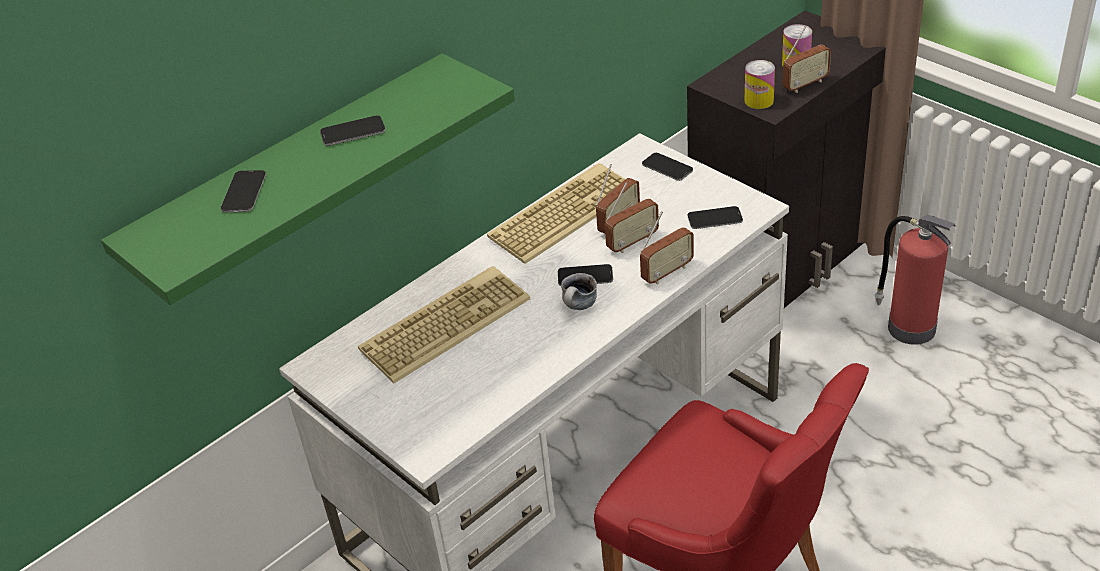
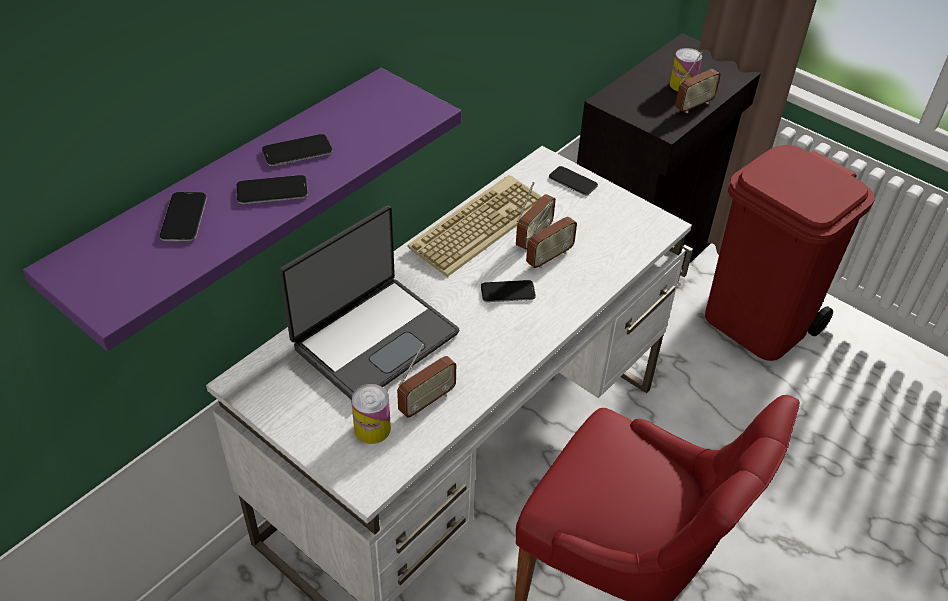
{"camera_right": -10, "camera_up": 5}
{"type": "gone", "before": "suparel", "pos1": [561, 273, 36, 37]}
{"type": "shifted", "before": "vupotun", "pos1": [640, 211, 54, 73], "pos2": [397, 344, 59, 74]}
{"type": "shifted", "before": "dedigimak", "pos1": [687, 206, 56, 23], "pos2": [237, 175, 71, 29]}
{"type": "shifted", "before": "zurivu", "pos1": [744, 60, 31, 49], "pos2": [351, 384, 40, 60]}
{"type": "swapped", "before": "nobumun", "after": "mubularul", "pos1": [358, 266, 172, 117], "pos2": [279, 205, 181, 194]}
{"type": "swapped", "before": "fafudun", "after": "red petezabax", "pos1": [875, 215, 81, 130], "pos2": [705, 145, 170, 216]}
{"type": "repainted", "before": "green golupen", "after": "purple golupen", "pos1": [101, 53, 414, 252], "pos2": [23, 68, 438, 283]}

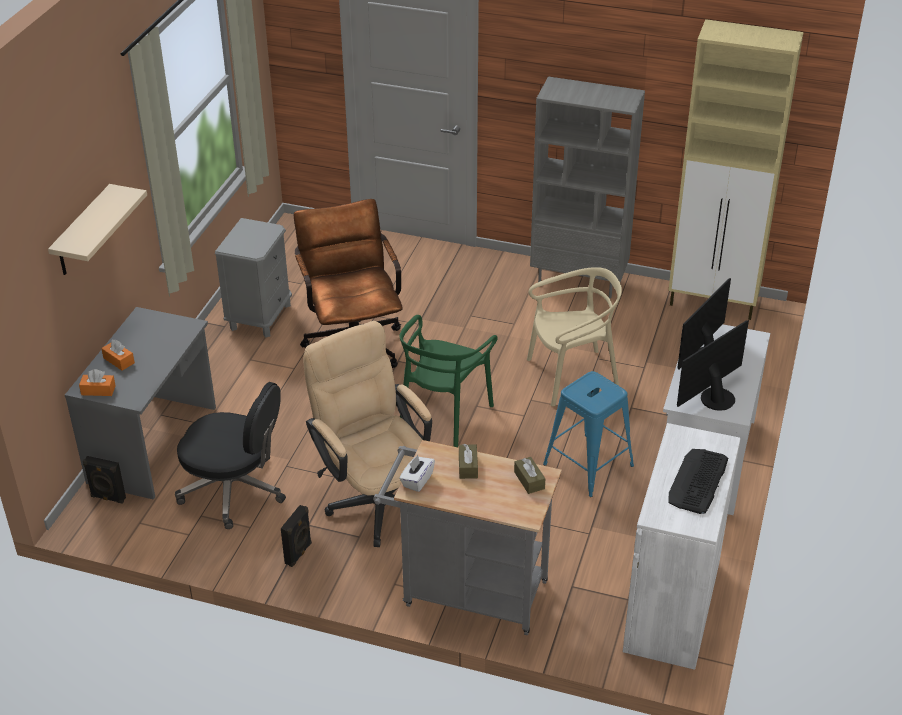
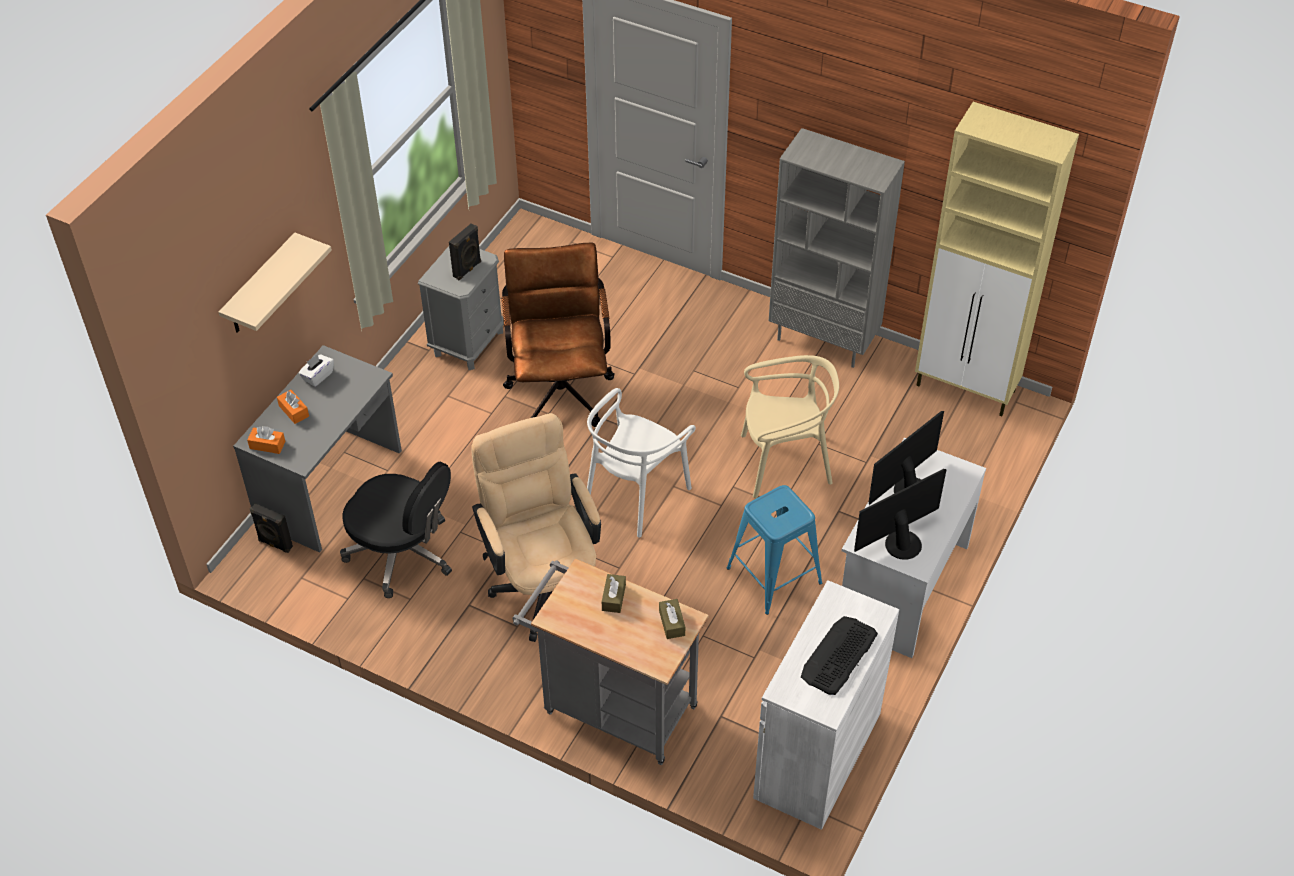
{"camera_right": 10, "camera_up": 10}
{"type": "shifted", "before": "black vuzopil", "pos1": [281, 505, 31, 62], "pos2": [449, 224, 32, 56]}
{"type": "shifted", "before": "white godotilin", "pos1": [399, 455, 36, 37], "pos2": [298, 354, 36, 33]}
{"type": "repainted", "before": "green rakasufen", "after": "white rakasufen", "pos1": [399, 315, 99, 132], "pos2": [587, 388, 109, 150]}

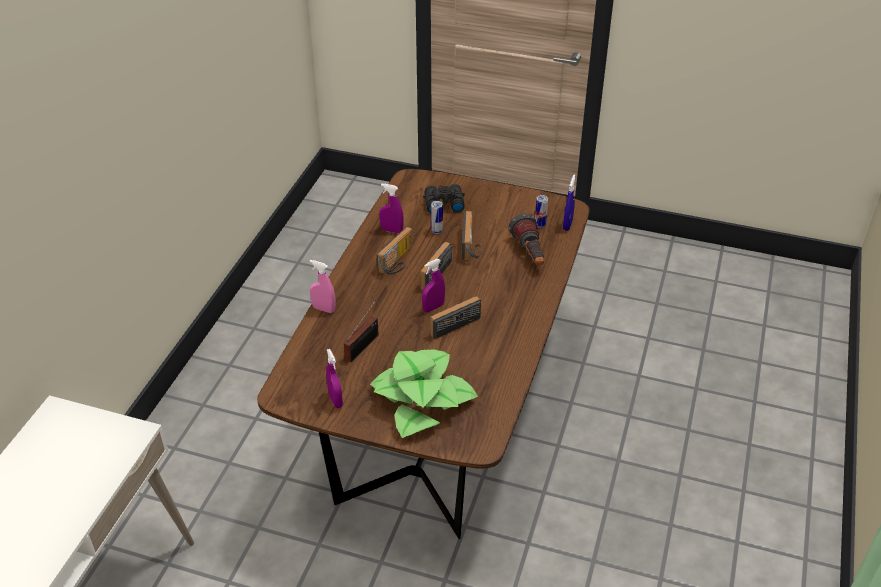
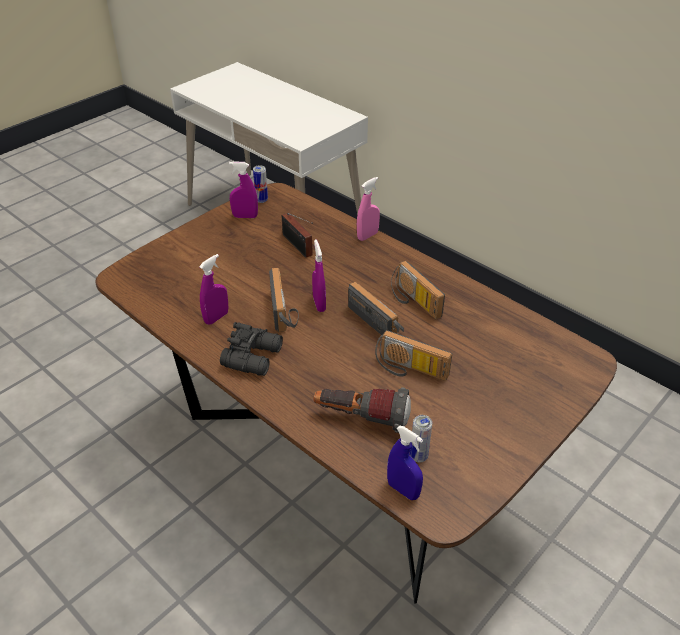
{"camera_right": 115, "camera_up": 0}
{"type": "gone", "before": "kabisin", "pos1": [370, 350, 108, 88]}
{"type": "shifted", "before": "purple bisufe", "pos1": [379, 183, 25, 50], "pos2": [199, 254, 30, 71]}
{"type": "shifted", "before": "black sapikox", "pos1": [423, 184, 42, 29], "pos2": [220, 322, 63, 54]}
{"type": "shifted", "before": "zurivu", "pos1": [431, 201, 12, 33], "pos2": [253, 165, 15, 38]}

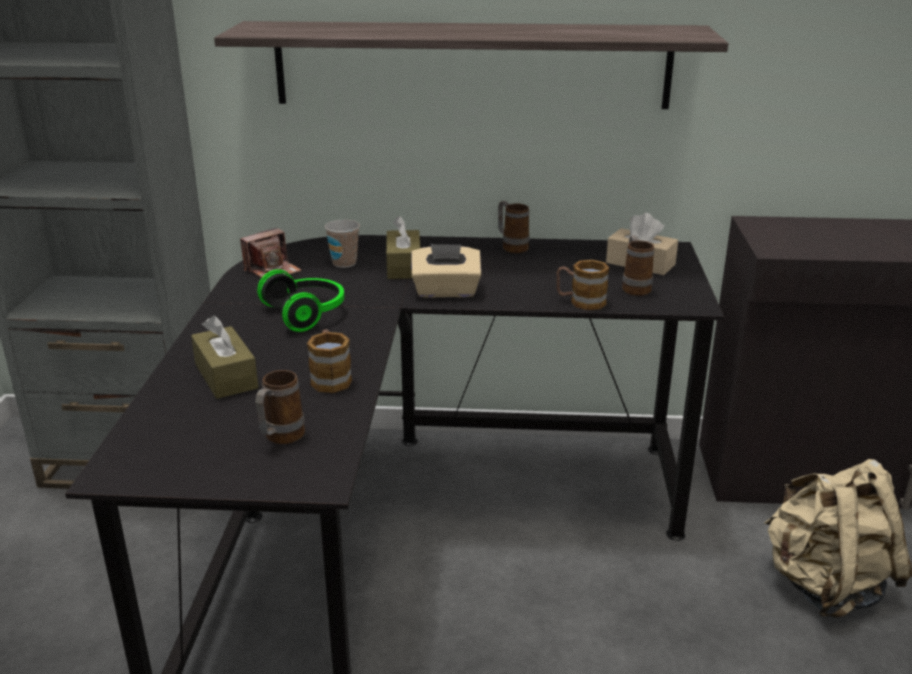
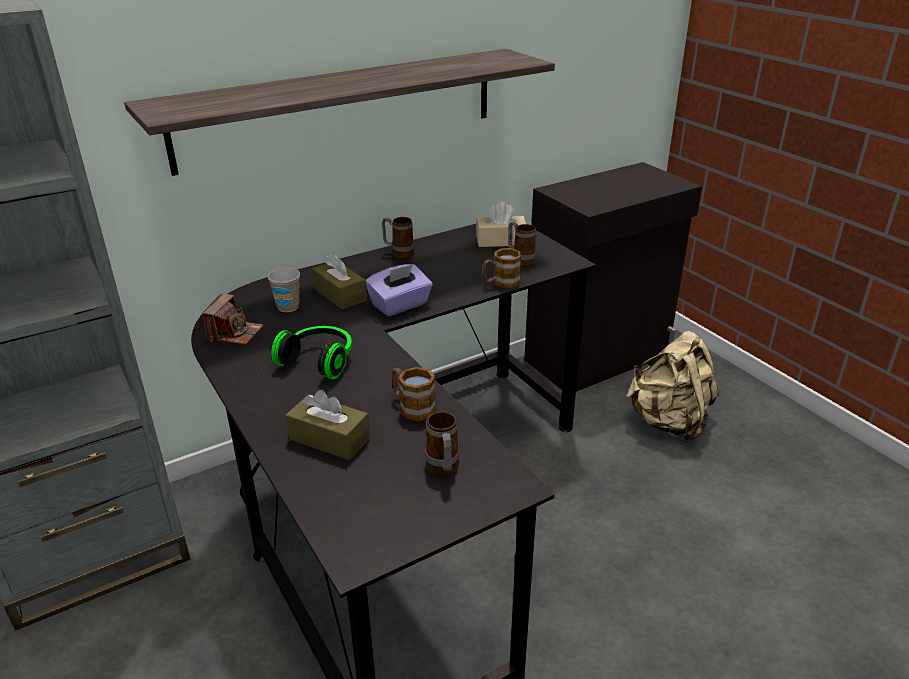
{"camera_right": -35, "camera_up": 5}
{"type": "repainted", "before": "beige godotilin", "after": "purple godotilin", "pos1": [411, 244, 70, 54], "pos2": [365, 264, 68, 52]}

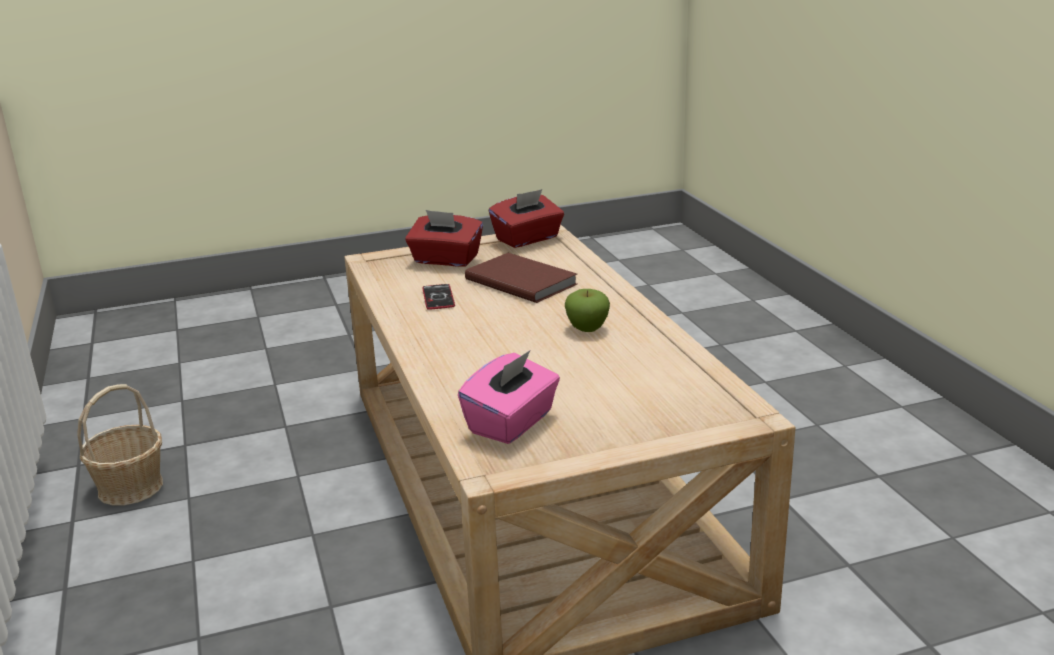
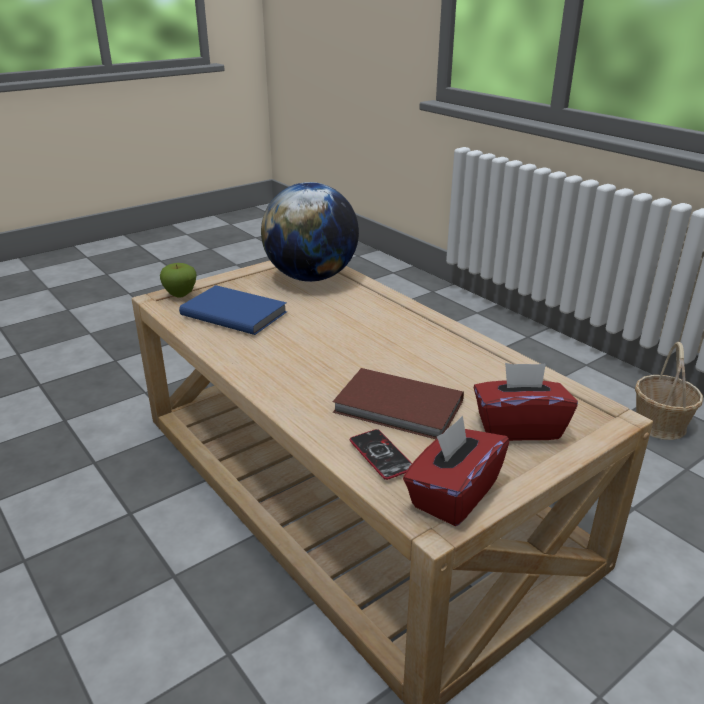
{"camera_right": 160, "camera_up": 5}
{"type": "new", "after": "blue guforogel", "pos2": [179, 285, 108, 50]}
{"type": "shifted", "before": "dedigimak", "pos1": [422, 284, 33, 26], "pos2": [350, 429, 62, 51]}
{"type": "shifted", "before": "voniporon", "pos1": [565, 289, 45, 43], "pos2": [160, 263, 37, 35]}
{"type": "swapped", "before": "pink godotilin", "after": "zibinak", "pos1": [458, 351, 102, 93], "pos2": [261, 182, 98, 100]}

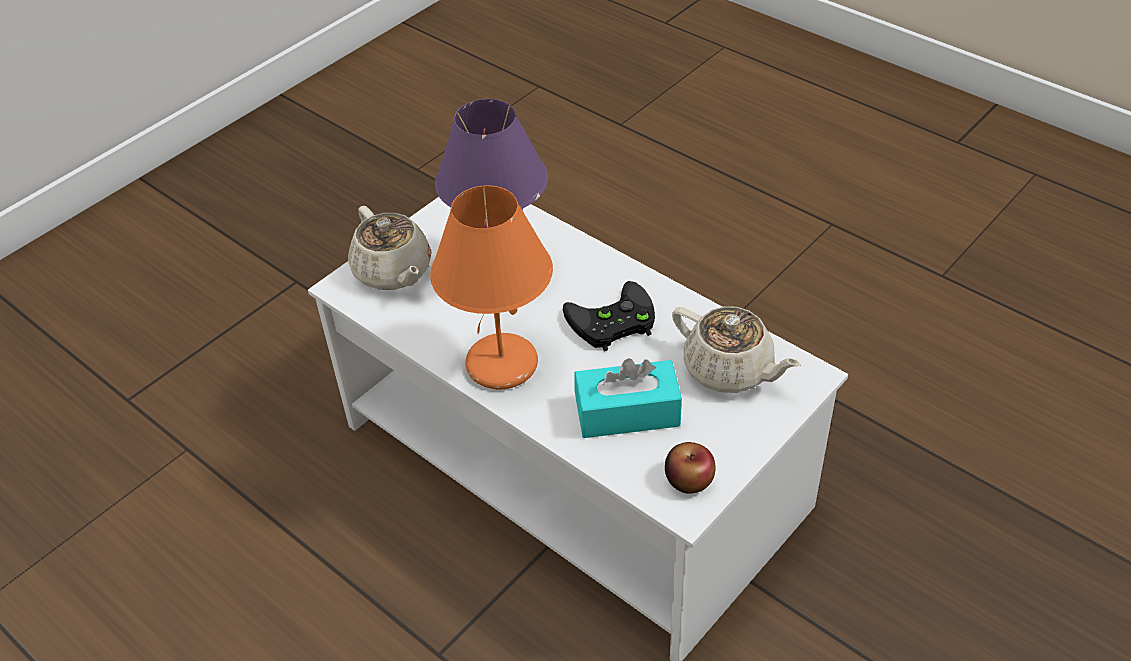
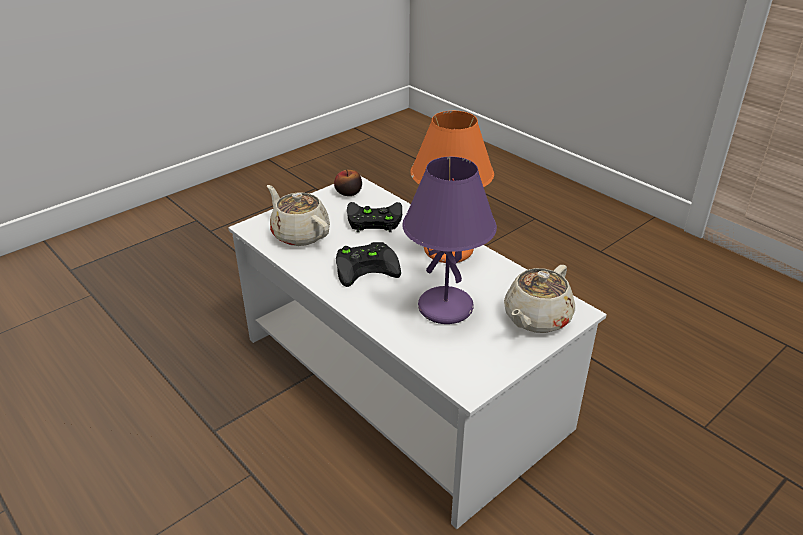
{"camera_right": -175, "camera_up": -10}
{"type": "swapped", "before": "turquoise godotilin", "after": "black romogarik", "pos1": [574, 358, 108, 80], "pos2": [347, 202, 55, 30]}
{"type": "rotated", "before": "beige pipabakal", "pos1": [348, 206, 84, 84], "pos2": [504, 265, 71, 68], "turn": -120}

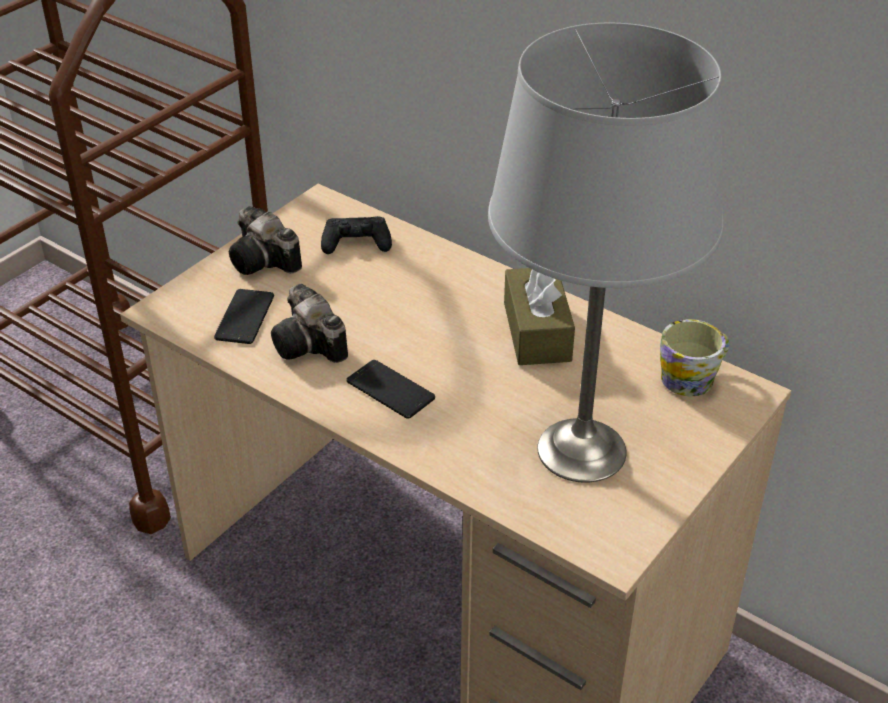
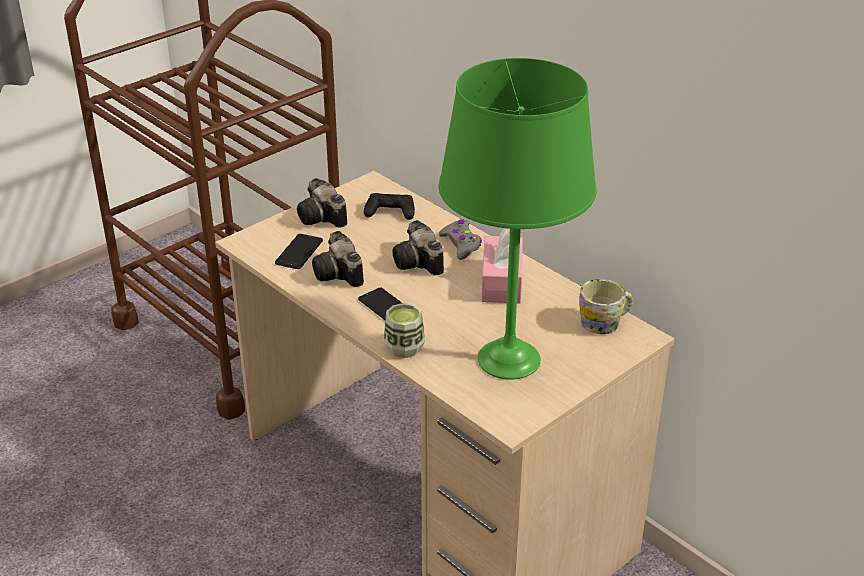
{"camera_right": 10, "camera_up": -5}
{"type": "new", "after": "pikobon", "pos2": [384, 303, 41, 55]}
{"type": "new", "after": "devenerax", "pos2": [392, 220, 52, 56]}
{"type": "new", "after": "grey romogarik", "pos2": [439, 219, 43, 41]}
{"type": "repainted", "before": "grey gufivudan", "after": "green gufivudan", "pos1": [488, 23, 235, 460], "pos2": [439, 58, 158, 322]}
{"type": "repainted", "before": "brown godotilin", "after": "pink godotilin", "pos1": [504, 268, 71, 97], "pos2": [481, 228, 42, 76]}

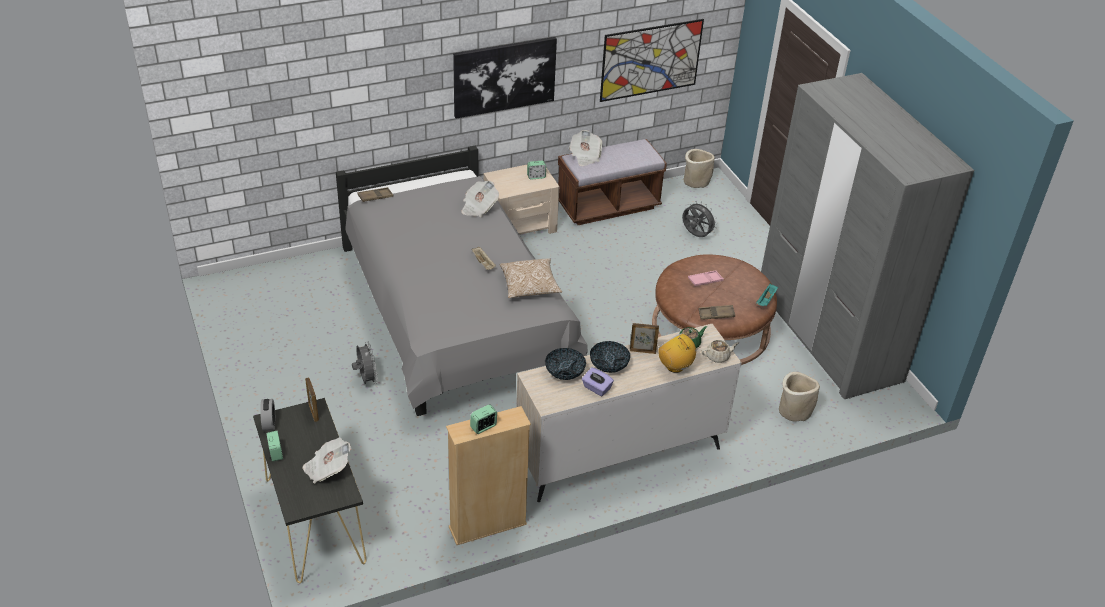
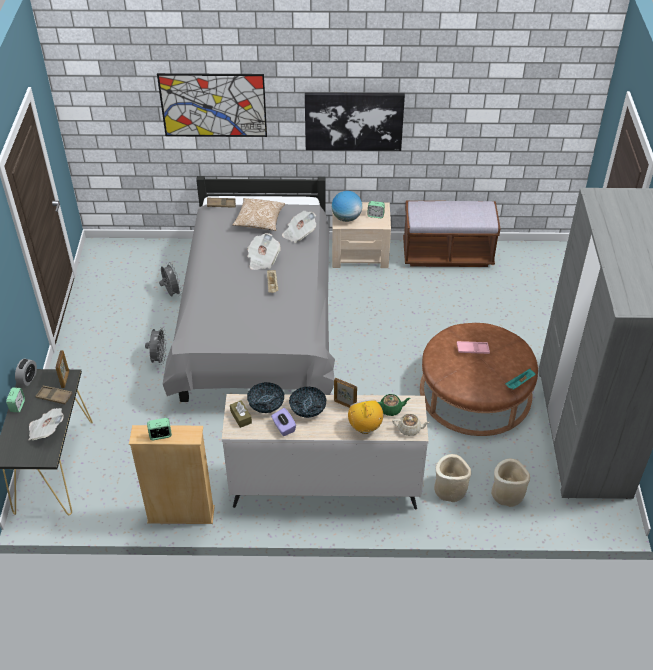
{"camera_right": 25, "camera_up": 5}
{"type": "new", "after": "brown godotilin", "pos2": [230, 400, 22, 28]}
{"type": "new", "after": "zibinak", "pos2": [332, 191, 30, 31]}
{"type": "shifted", "before": "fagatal", "pos1": [500, 258, 62, 40], "pos2": [232, 198, 53, 33]}
{"type": "shifted", "before": "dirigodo", "pos1": [569, 130, 33, 36], "pos2": [247, 233, 34, 37]}
{"type": "shifted", "before": "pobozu", "pos1": [600, 19, 104, 83], "pos2": [157, 73, 110, 64]}
{"type": "shifted", "before": "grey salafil", "pos1": [682, 201, 36, 36], "pos2": [159, 262, 23, 35]}
{"type": "shifted", "before": "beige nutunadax", "pos1": [684, 149, 31, 39], "pos2": [434, 454, 37, 48]}
{"type": "shifted", "before": "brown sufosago", "pos1": [698, 305, 37, 15], "pos2": [35, 386, 38, 18]}

